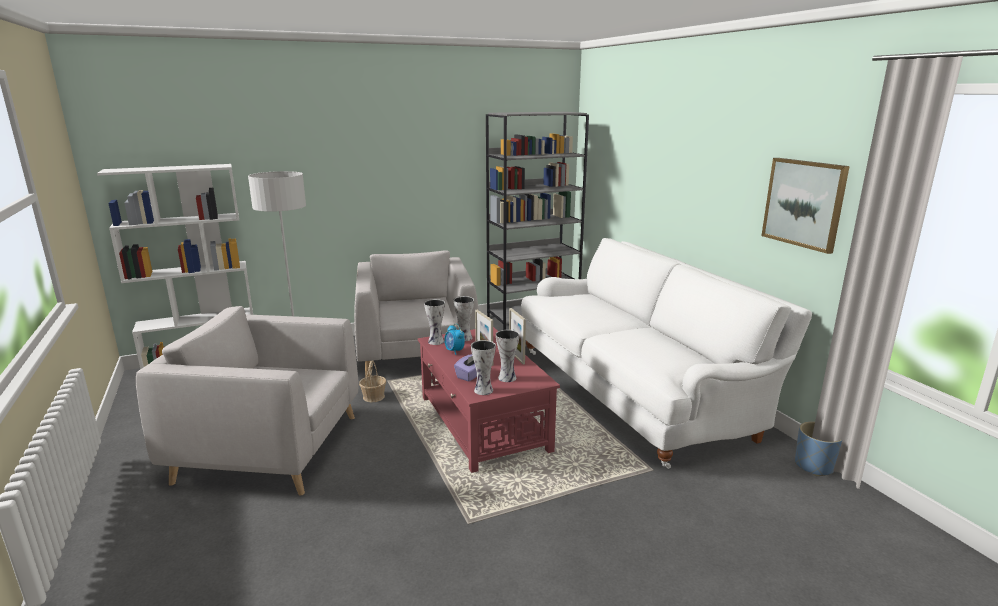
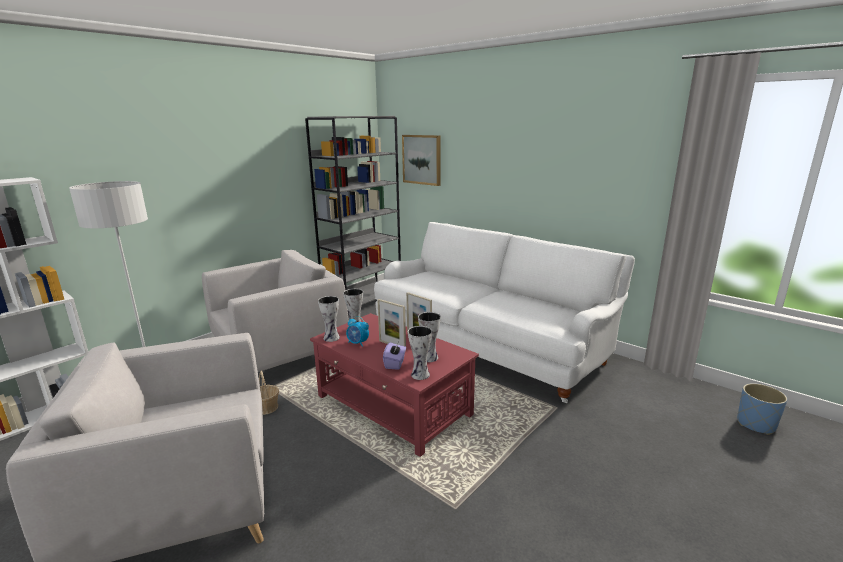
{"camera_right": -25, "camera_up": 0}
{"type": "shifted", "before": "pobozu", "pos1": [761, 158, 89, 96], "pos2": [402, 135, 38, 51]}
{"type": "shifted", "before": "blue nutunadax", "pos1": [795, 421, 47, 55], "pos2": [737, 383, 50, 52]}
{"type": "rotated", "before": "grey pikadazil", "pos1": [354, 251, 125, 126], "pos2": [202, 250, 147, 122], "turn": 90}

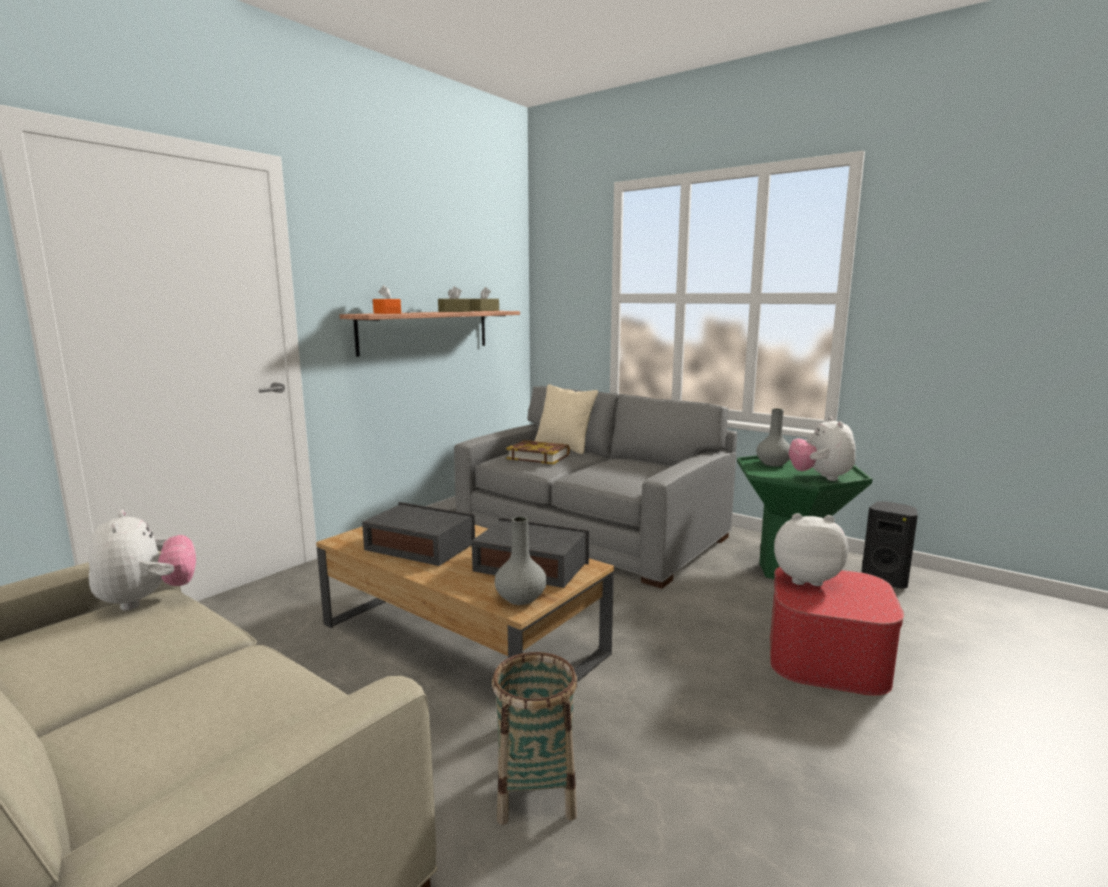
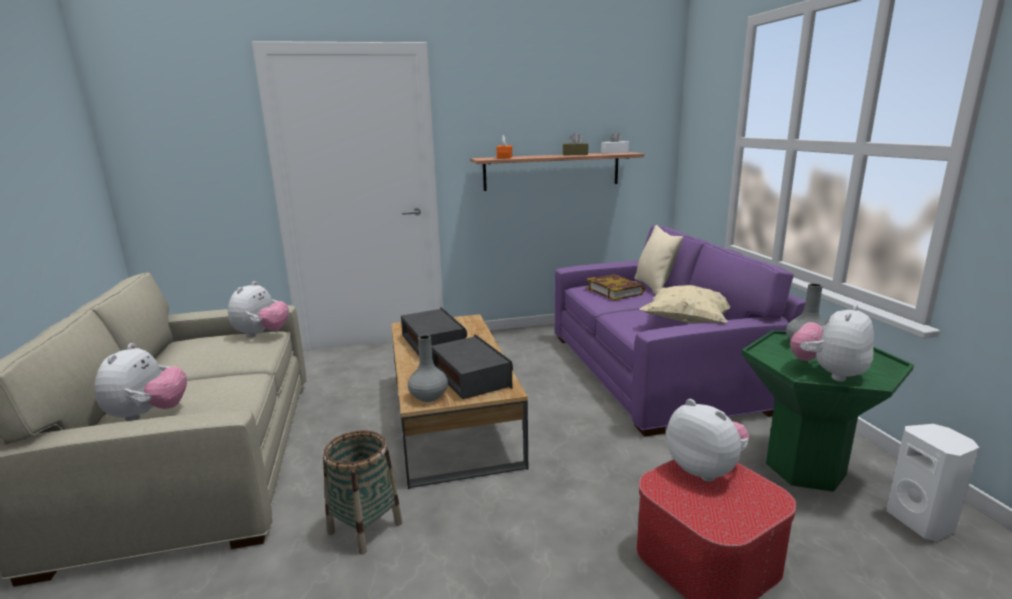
{"camera_right": 40, "camera_up": 5}
{"type": "new", "after": "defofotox", "pos2": [95, 343, 92, 78]}
{"type": "new", "after": "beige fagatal", "pos2": [640, 285, 91, 39]}
{"type": "repainted", "before": "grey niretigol", "after": "purple niretigol", "pos1": [454, 386, 283, 203], "pos2": [554, 225, 252, 212]}
{"type": "repainted", "before": "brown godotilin", "after": "white godotilin", "pos1": [471, 287, 28, 24], "pos2": [601, 131, 28, 23]}
{"type": "repainted", "before": "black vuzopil", "after": "white vuzopil", "pos1": [861, 502, 57, 87], "pos2": [887, 424, 93, 117]}

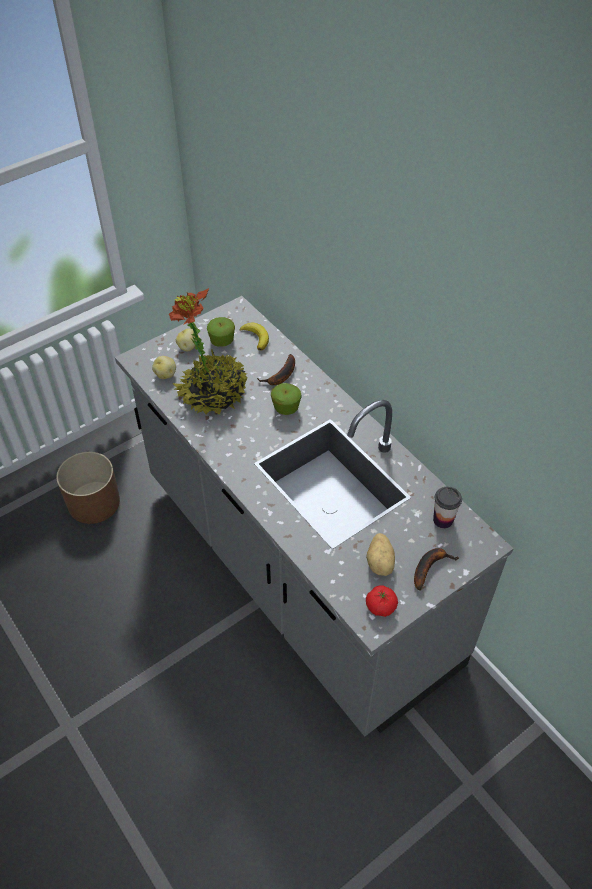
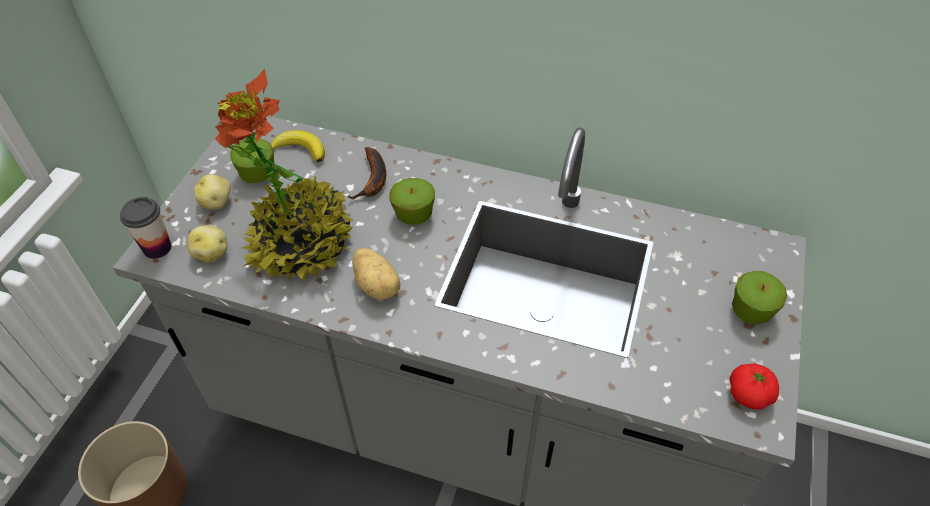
{"camera_right": -35, "camera_up": 0}
{"type": "shifted", "before": "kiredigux", "pos1": [366, 533, 29, 43], "pos2": [353, 248, 48, 51]}
{"type": "shifted", "before": "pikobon", "pos1": [433, 486, 29, 42], "pos2": [120, 197, 51, 62]}
{"type": "swapped", "before": "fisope", "after": "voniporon", "pos1": [414, 548, 45, 43], "pos2": [732, 271, 55, 53]}

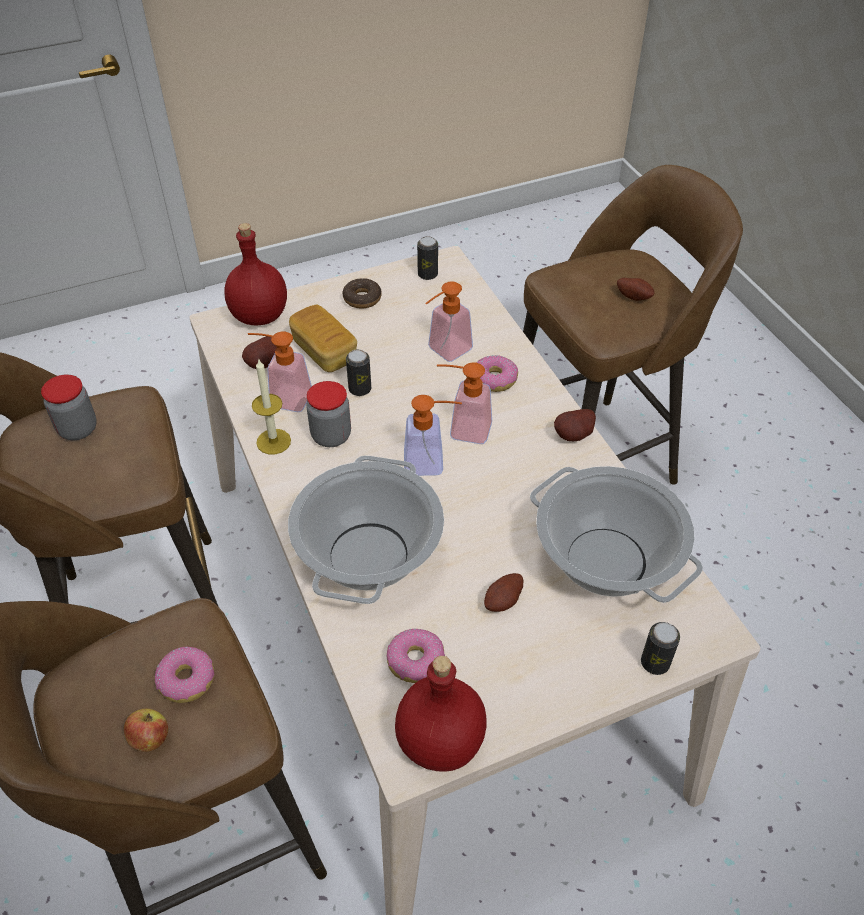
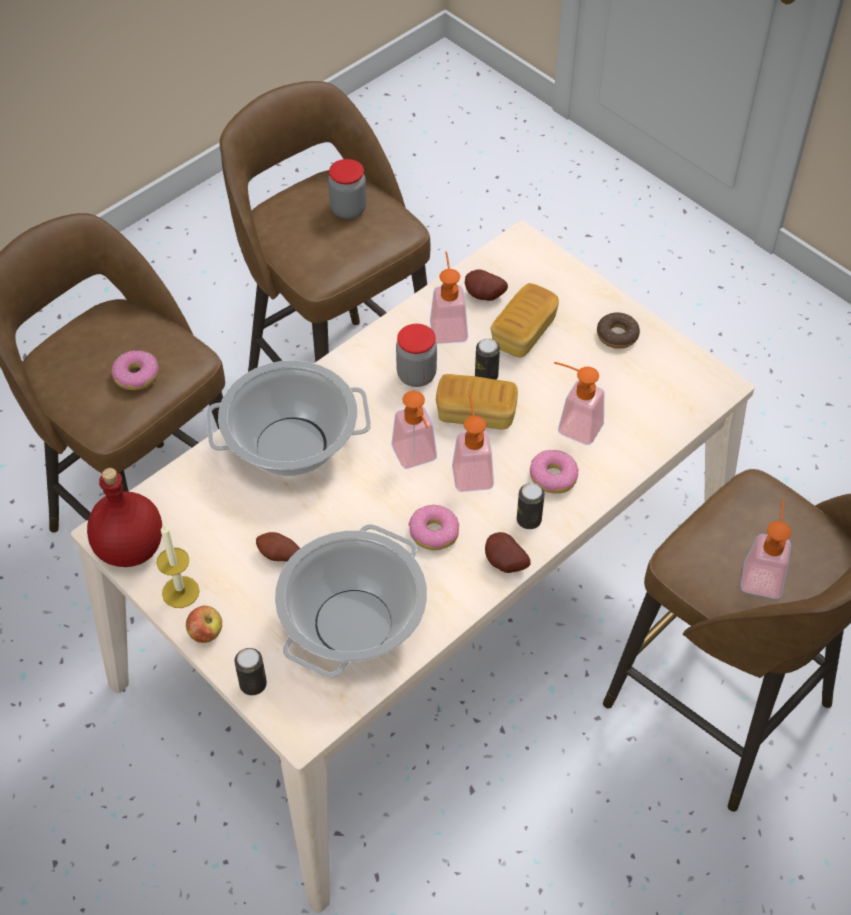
{"camera_right": 70, "camera_up": 5}
{"type": "gone", "before": "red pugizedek", "pos1": [224, 223, 63, 102]}
{"type": "new", "after": "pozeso", "pos2": [436, 374, 82, 56]}
{"type": "shifted", "before": "voniporon", "pos1": [124, 709, 44, 43], "pos2": [186, 606, 36, 37]}
{"type": "shifted", "before": "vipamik", "pos1": [252, 360, 39, 94], "pos2": [156, 524, 43, 84]}
{"type": "shifted", "before": "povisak", "pos1": [387, 628, 58, 55], "pos2": [409, 504, 50, 46]}
{"type": "shifted", "before": "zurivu", "pos1": [417, 236, 21, 44], "pos2": [517, 483, 28, 46]}
{"type": "swapped", "before": "kiredigux", "after": "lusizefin", "pos1": [617, 278, 38, 22], "pos2": [741, 499, 50, 100]}

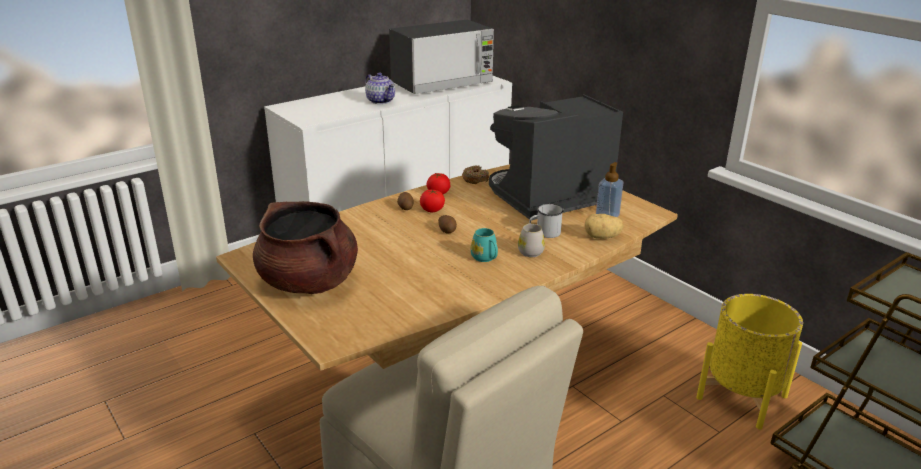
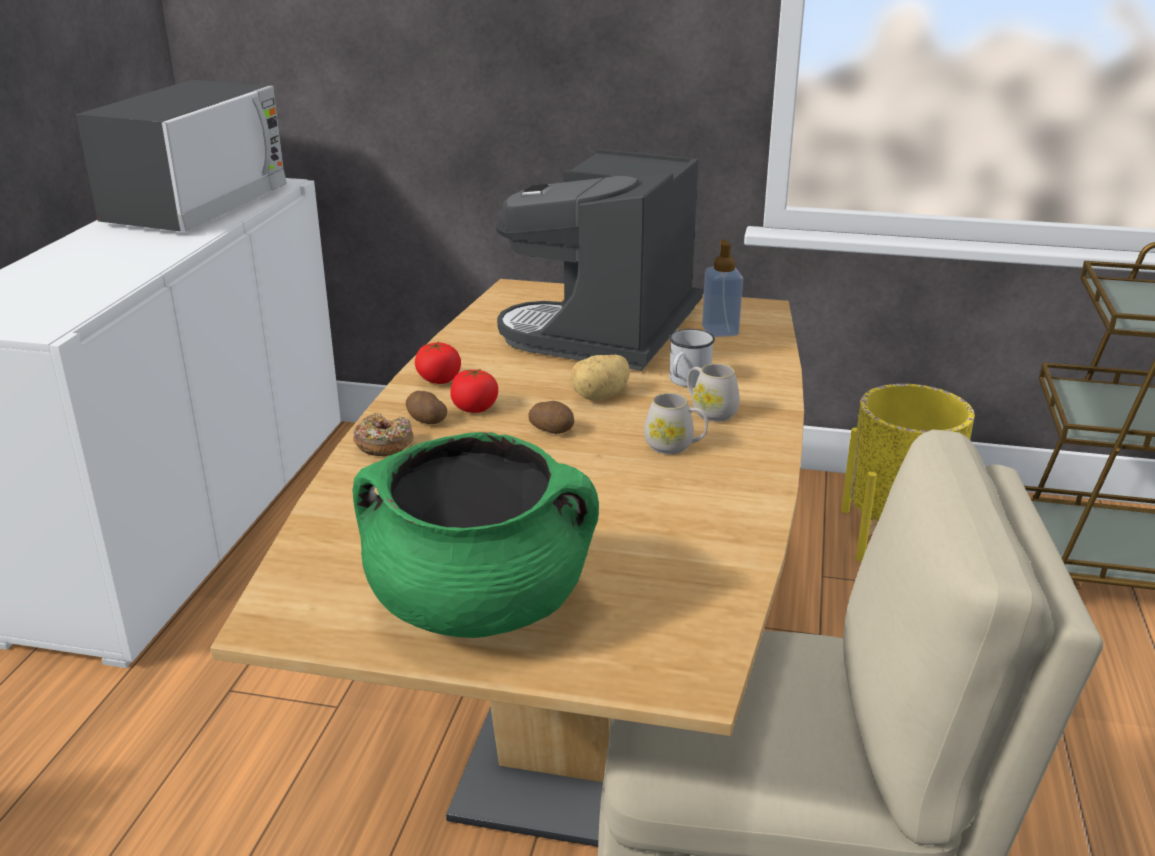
{"camera_right": -40, "camera_up": 0}
{"type": "gone", "before": "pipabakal", "pos1": [365, 73, 30, 31]}
{"type": "shifted", "before": "povisak", "pos1": [462, 166, 27, 18], "pos2": [353, 413, 61, 43]}
{"type": "shifted", "before": "kiredigux", "pos1": [585, 214, 39, 25], "pos2": [571, 355, 59, 46]}
{"type": "repainted", "before": "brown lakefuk", "after": "green lakefuk", "pos1": [253, 201, 105, 93], "pos2": [352, 432, 247, 206]}
{"type": "repainted", "before": "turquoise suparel", "after": "white suparel", "pos1": [470, 228, 28, 34], "pos2": [644, 393, 64, 62]}

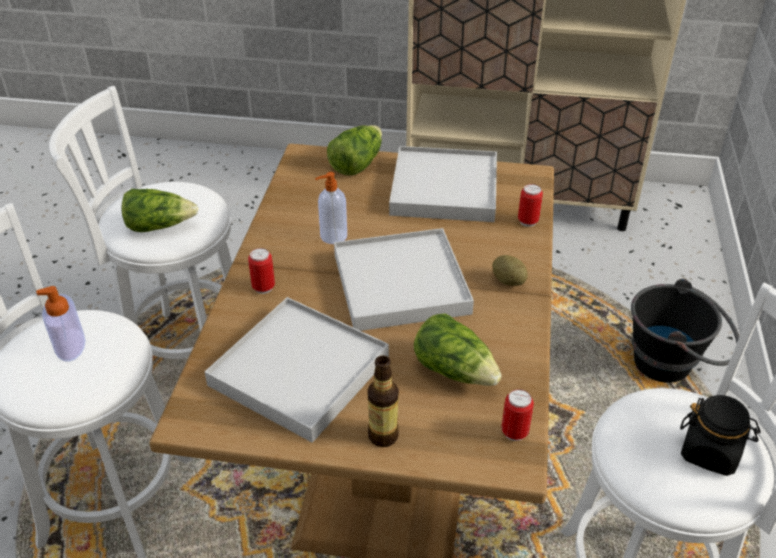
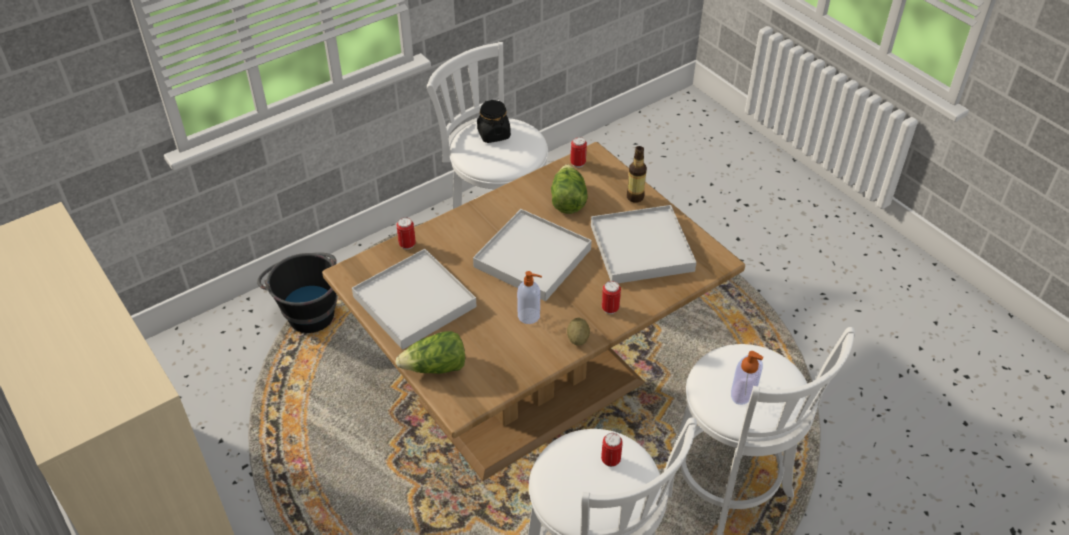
{"camera_right": -135, "camera_up": 5}
{"type": "shifted", "before": "kiredigux", "pos1": [492, 255, 36, 31], "pos2": [567, 318, 23, 28]}
{"type": "swapped", "before": "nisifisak", "after": "zurivu", "pos1": [121, 189, 77, 43], "pos2": [601, 433, 22, 34]}

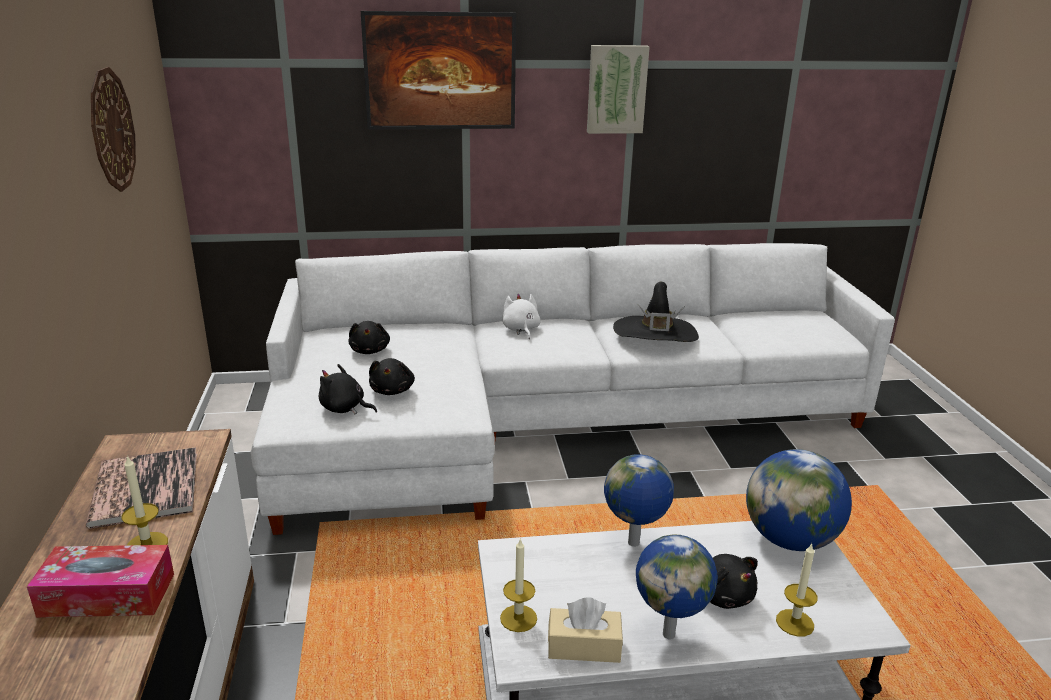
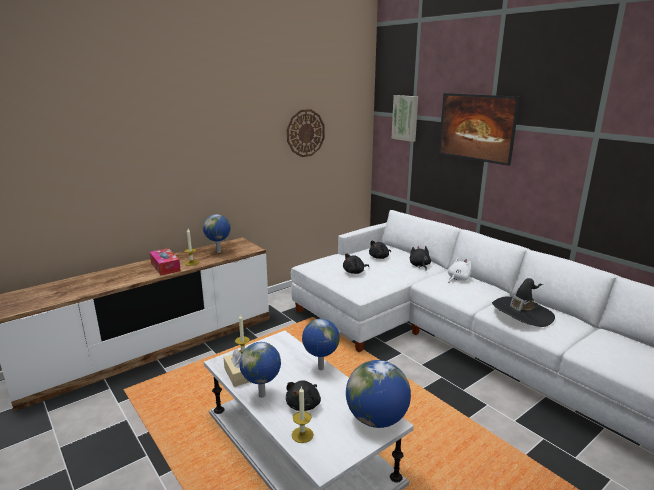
{"camera_right": 60, "camera_up": -5}
{"type": "shifted", "before": "black defofotox", "pos1": [319, 364, 58, 50], "pos2": [410, 246, 21, 24]}
{"type": "shifted", "before": "pobozu", "pos1": [587, 45, 63, 89], "pos2": [391, 95, 27, 47]}
{"type": "swapped", "before": "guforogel", "after": "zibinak", "pos1": [86, 447, 111, 82], "pos2": [203, 214, 28, 39]}

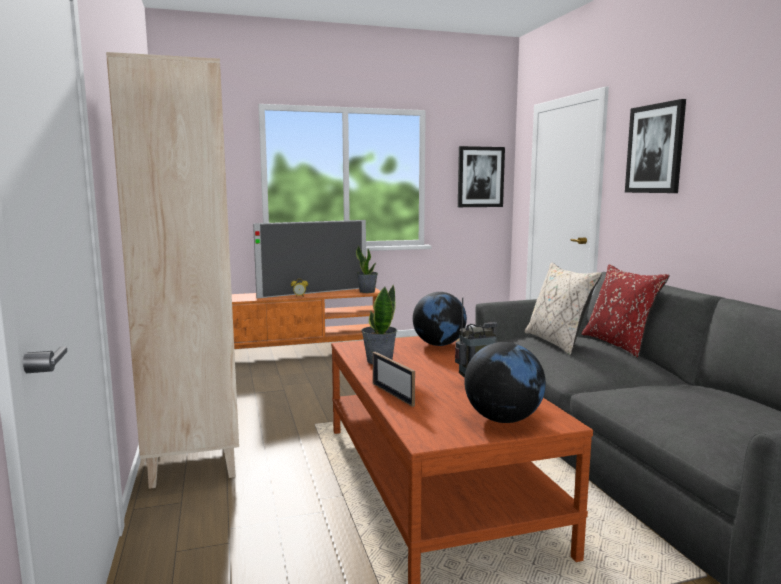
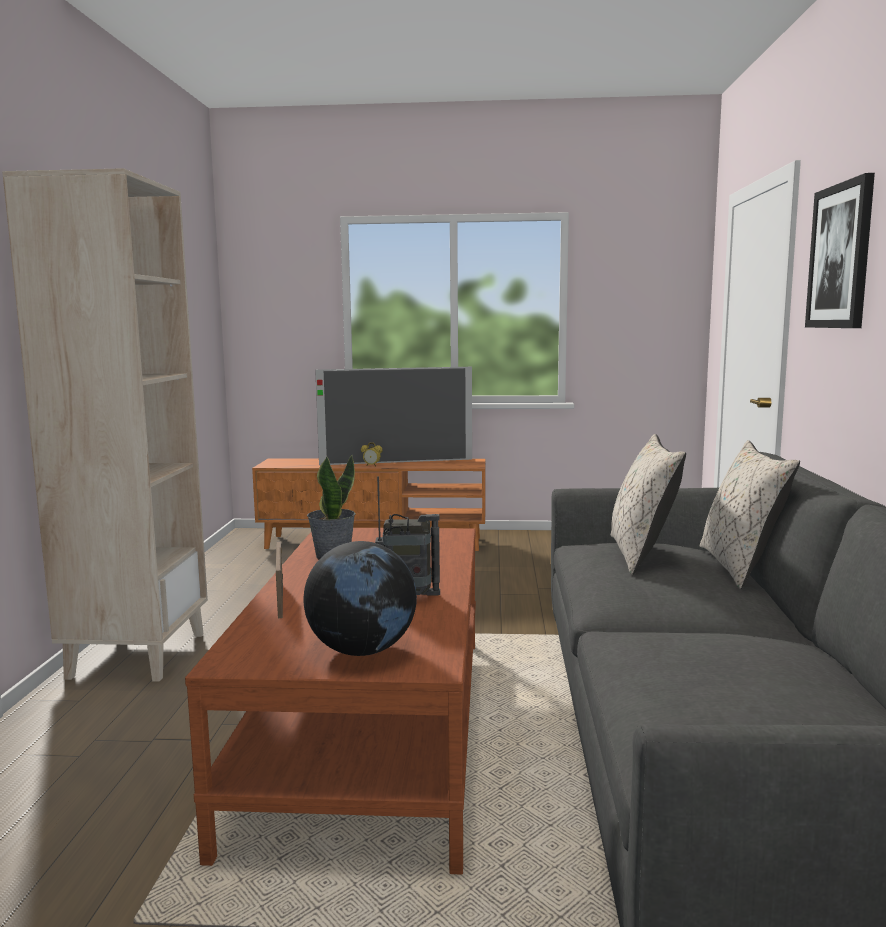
{"camera_right": 20, "camera_up": 0}
{"type": "gone", "before": "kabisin", "pos1": [356, 246, 22, 47]}
{"type": "gone", "before": "zibinak", "pos1": [413, 292, 54, 54]}
{"type": "gone", "before": "pobozu", "pos1": [458, 146, 47, 61]}
{"type": "repainted", "before": "red fagatal", "after": "beige fagatal", "pos1": [582, 264, 87, 93], "pos2": [700, 440, 100, 149]}

